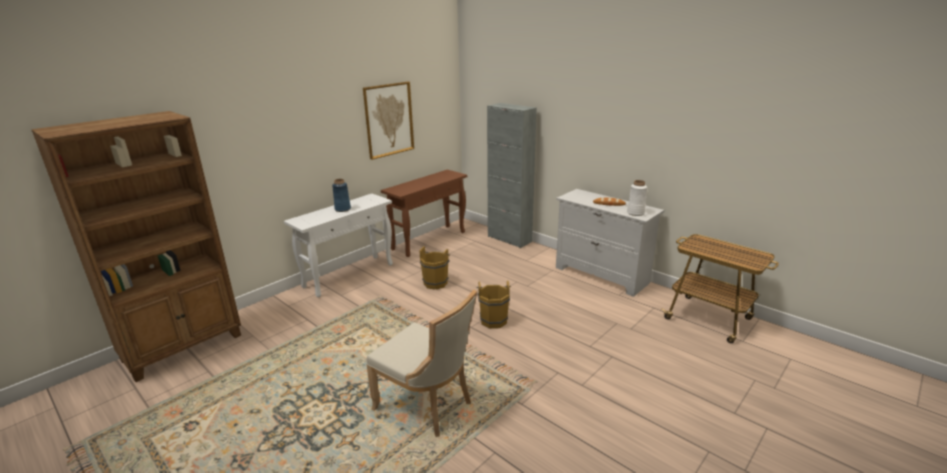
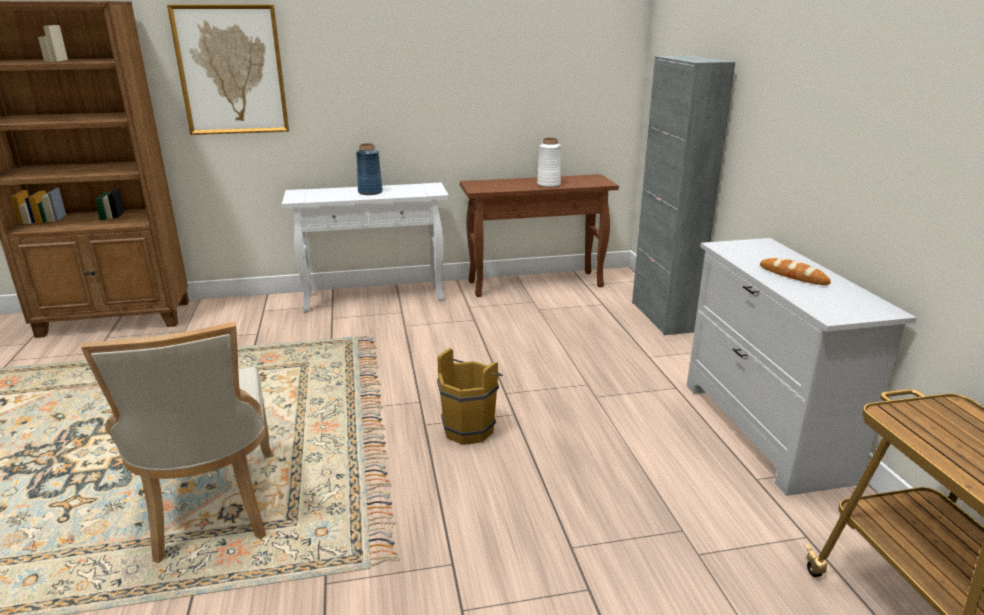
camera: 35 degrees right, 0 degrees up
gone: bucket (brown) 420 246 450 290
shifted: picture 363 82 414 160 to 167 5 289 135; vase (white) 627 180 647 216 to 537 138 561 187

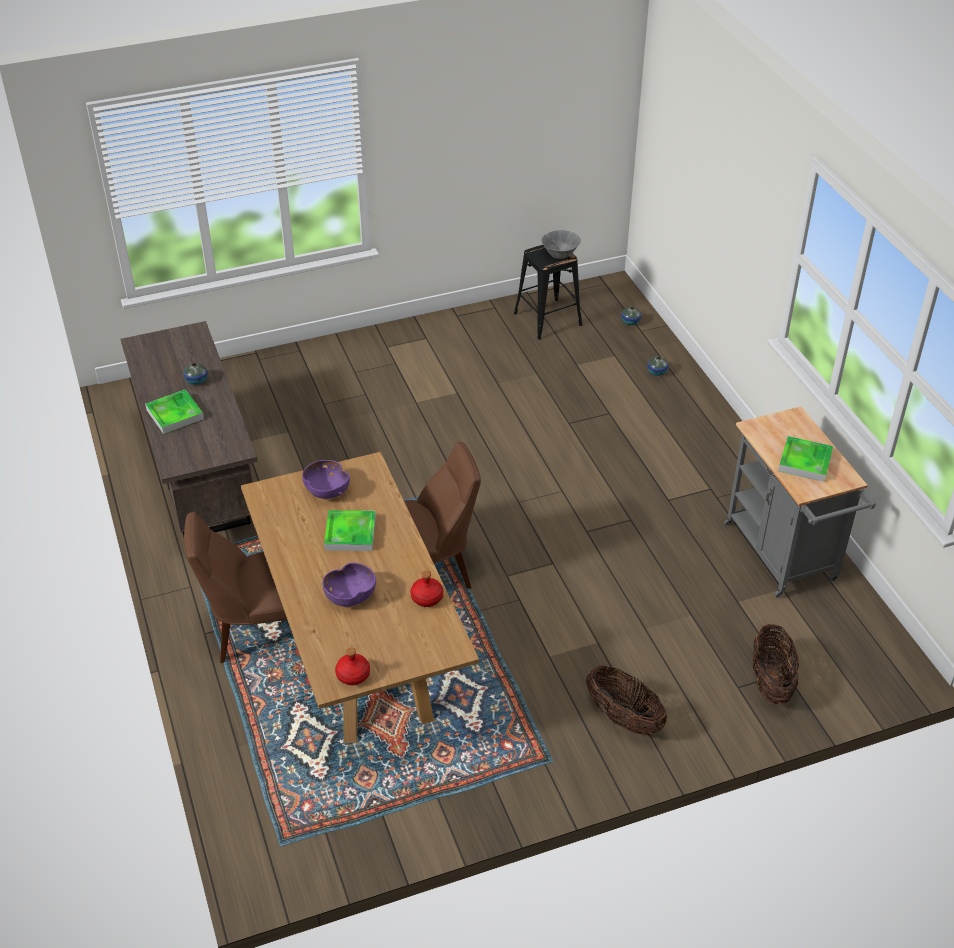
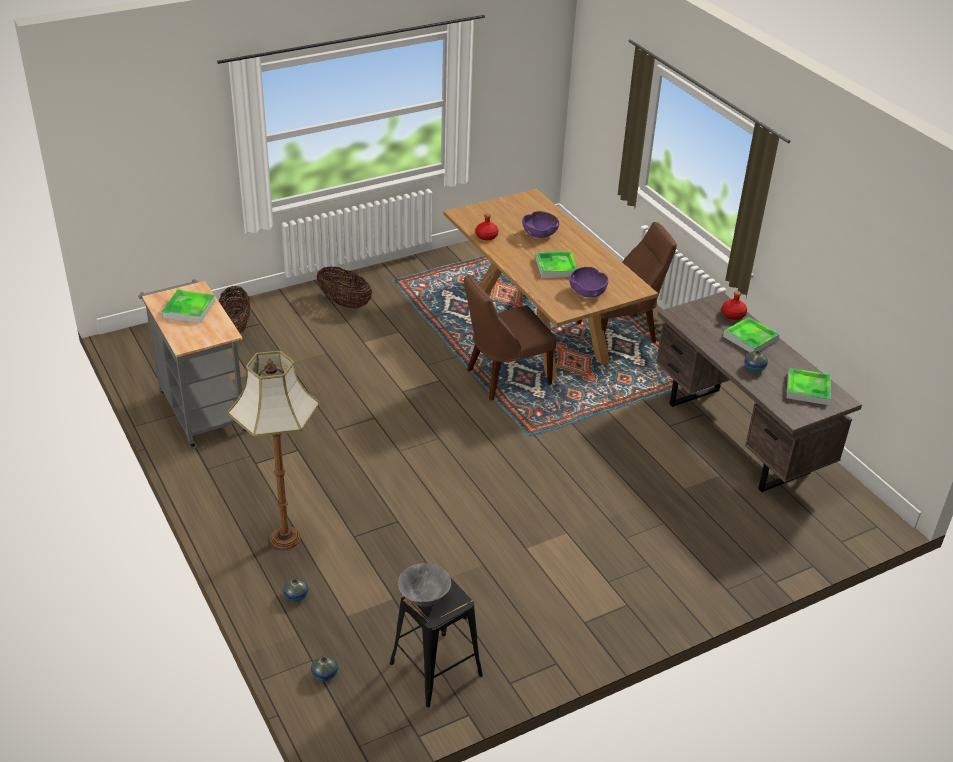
camera: 170 degrees right, 5 degrees down
new: floor lamp 228 351 319 549; tray 786 368 831 405
shifted: bottle (red) 335 648 370 685 to 721 291 747 320

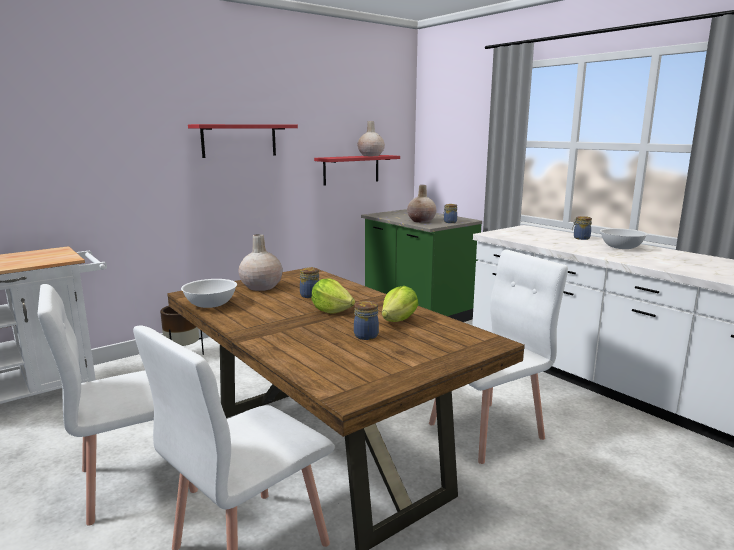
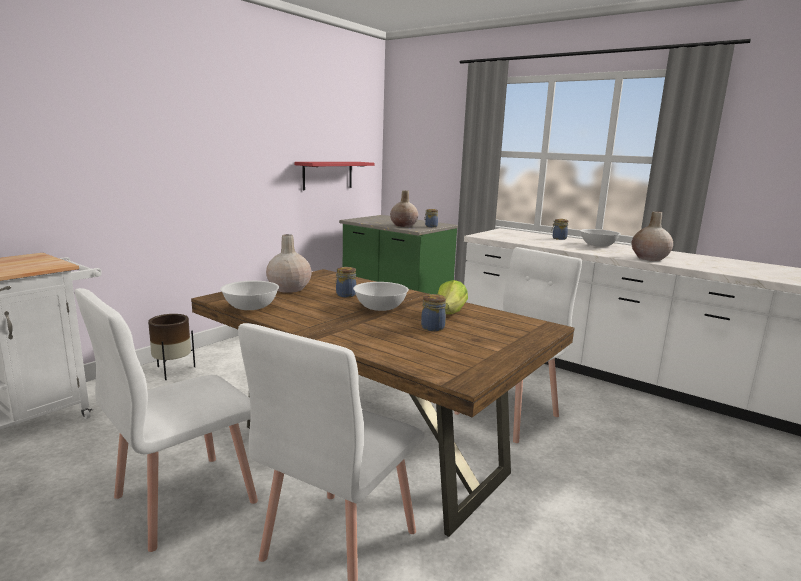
camera: 15 degrees left, 0 degrees up
gone: shelf (red) 188 124 298 158
shifted: vase (beige) 358 121 385 156 to 631 211 673 261
swapped: lettuce 311 278 355 313 to bowl (white) 353 282 409 311

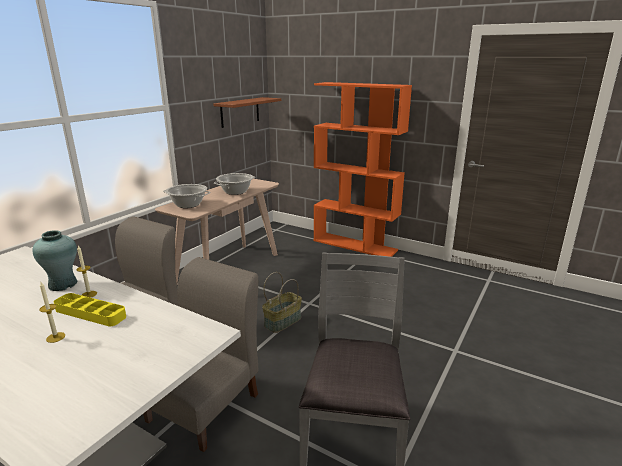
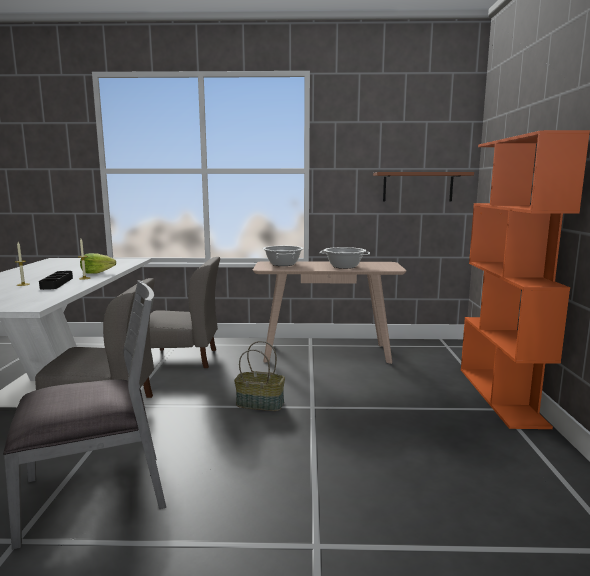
camera: 60 degrees right, 10 degrees down
swapped: vase (turquoise) 32 230 77 291 to lettuce 80 253 116 274
repainted: tray (yellow) 54 293 126 326 to tray (black) 39 271 73 290

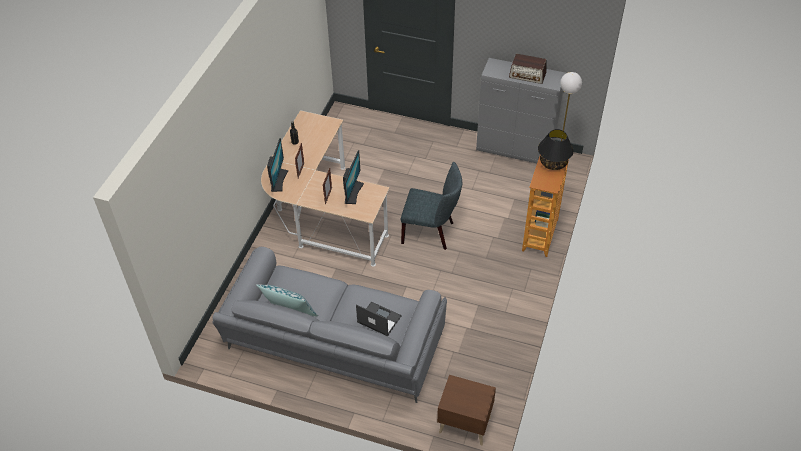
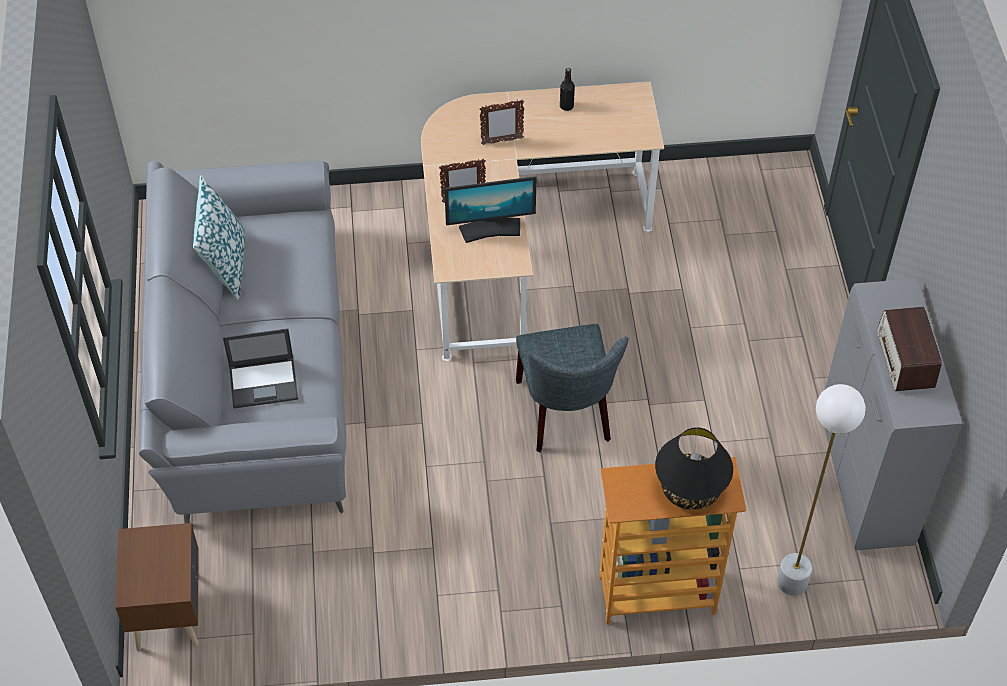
camera: 65 degrees right, 5 degrees up
gone: monitor 267 138 288 192
rotated: laptop 356 302 402 336 = 223 328 298 408 75 degrees clockwise

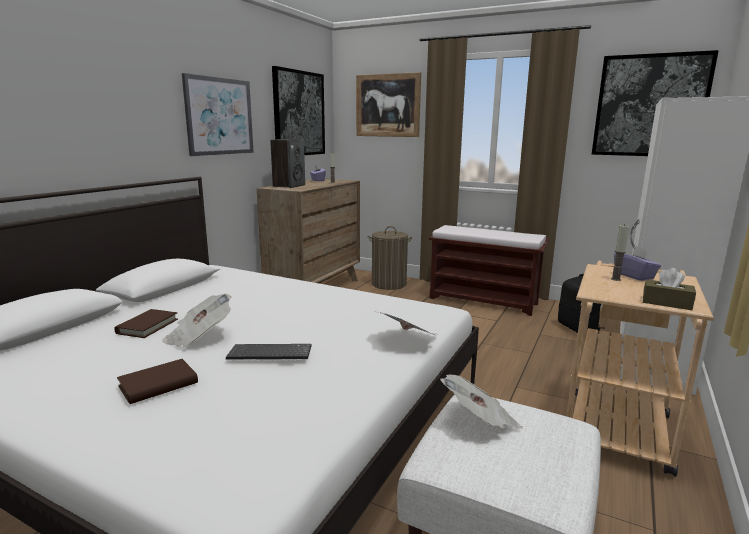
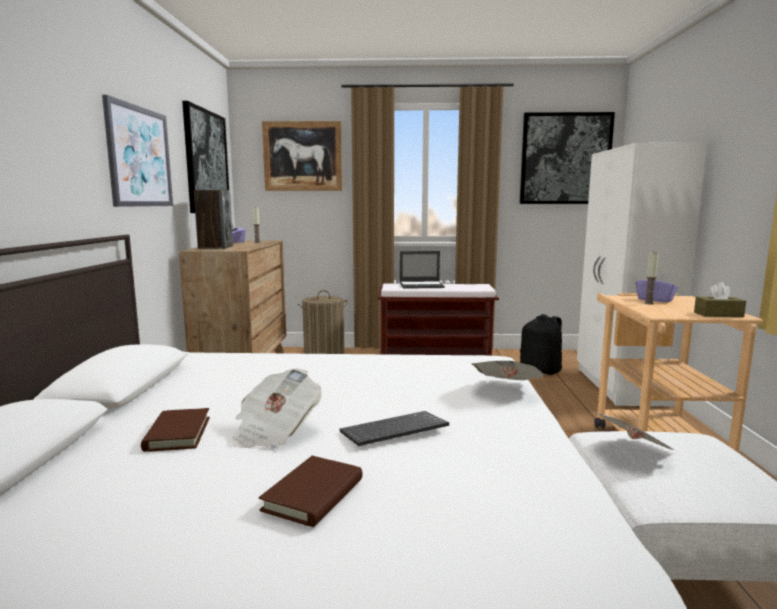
camera: 25 degrees left, 5 degrees down
new: laptop 400 251 445 289

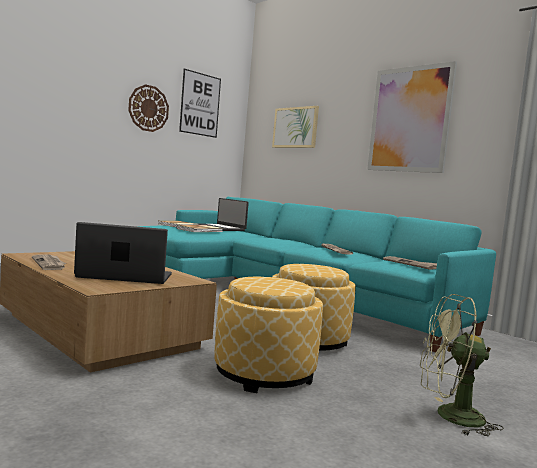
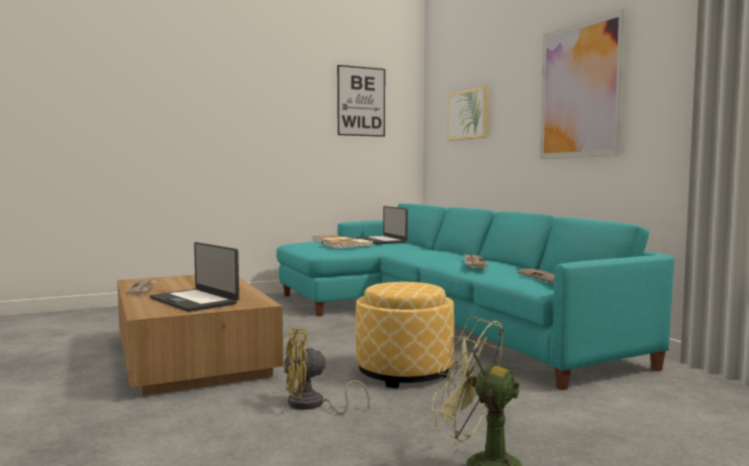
camera: 20 degrees right, 0 degrees up
gone: wall clock 128 84 169 132
swapped: ottoman 214 277 323 393 to fan (yellow) 283 329 370 414
rotated: laptop 74 222 172 284 = 150 242 239 312 150 degrees counterclockwise

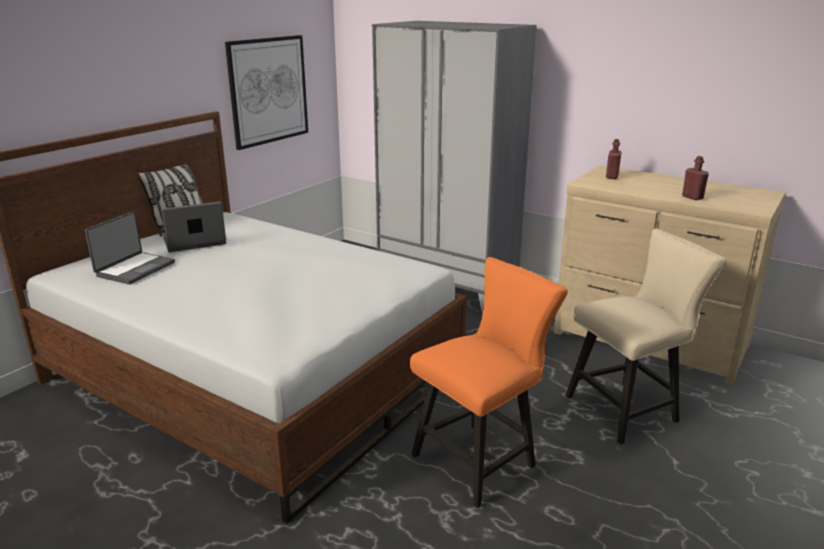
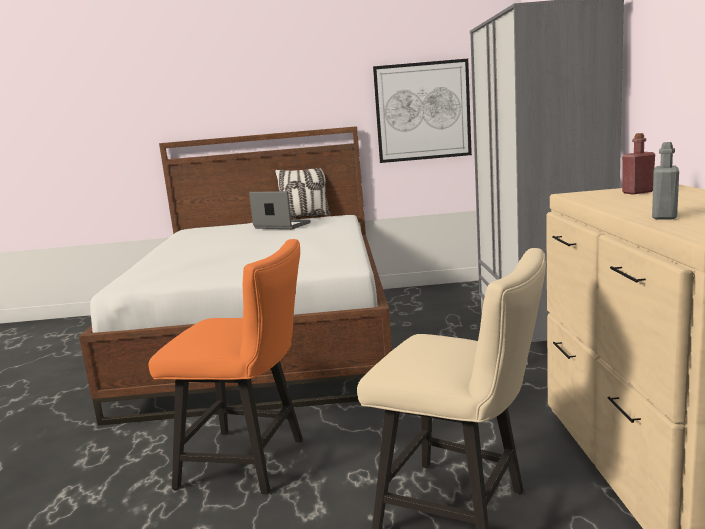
camera: 55 degrees right, 10 degrees down
gone: laptop 85 212 175 284
repainted: bottle (red) 682 156 709 200 to bottle (grey) 652 142 679 219

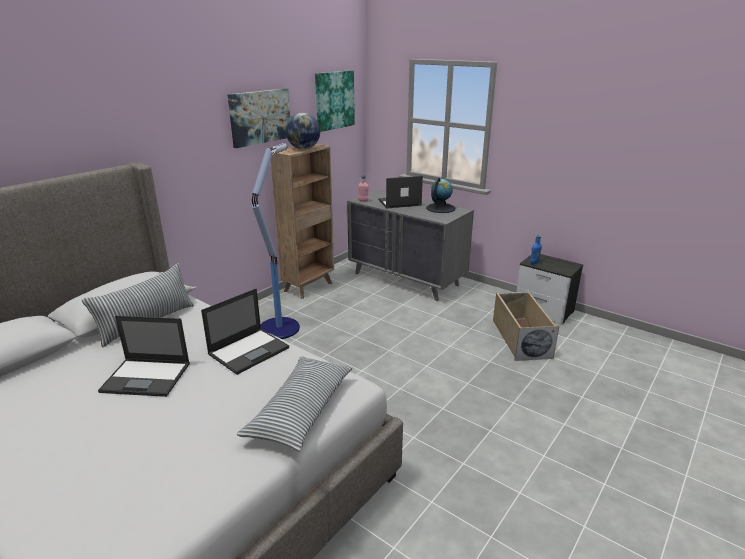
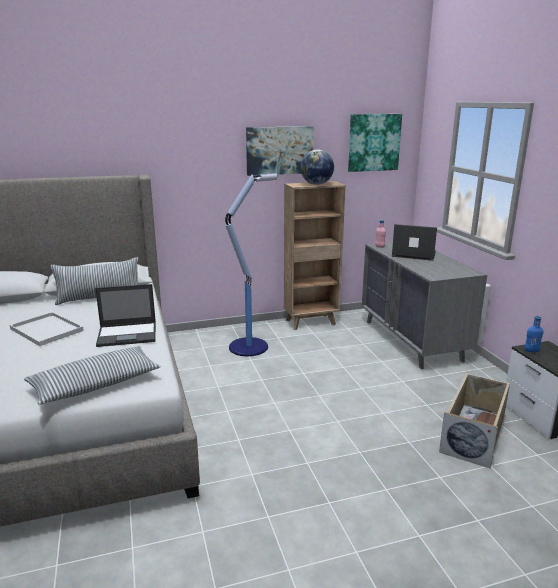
camera: 35 degrees right, 5 degrees down
gone: globe 426 178 455 213
swapped: laptop 98 316 190 397 to tray (white) 10 312 84 346

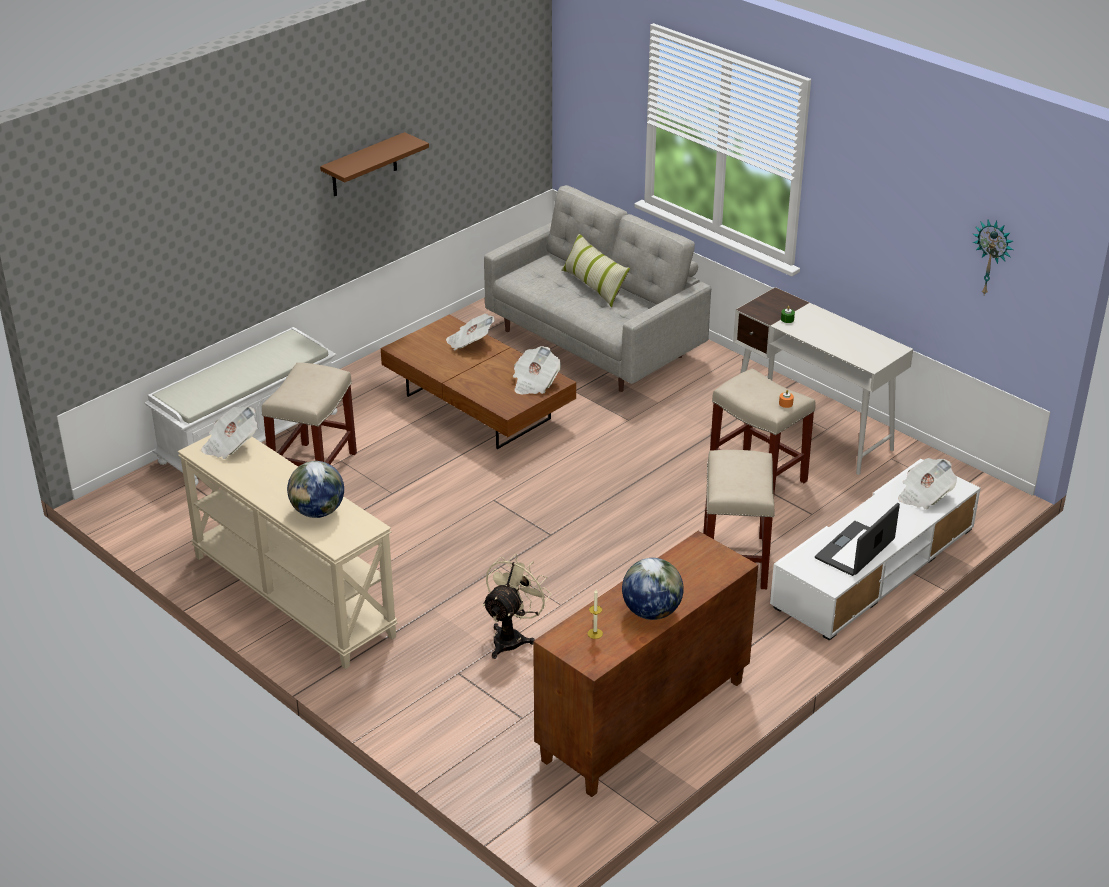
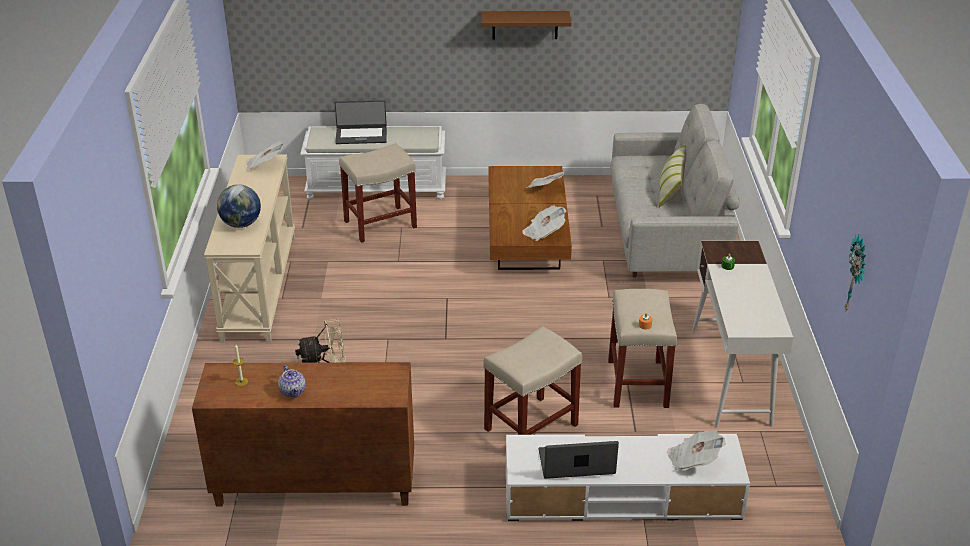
camera: 45 degrees right, 0 degrees up
new: laptop 335 100 387 144
swapped: globe 622 558 684 620 to teapot 278 365 306 398

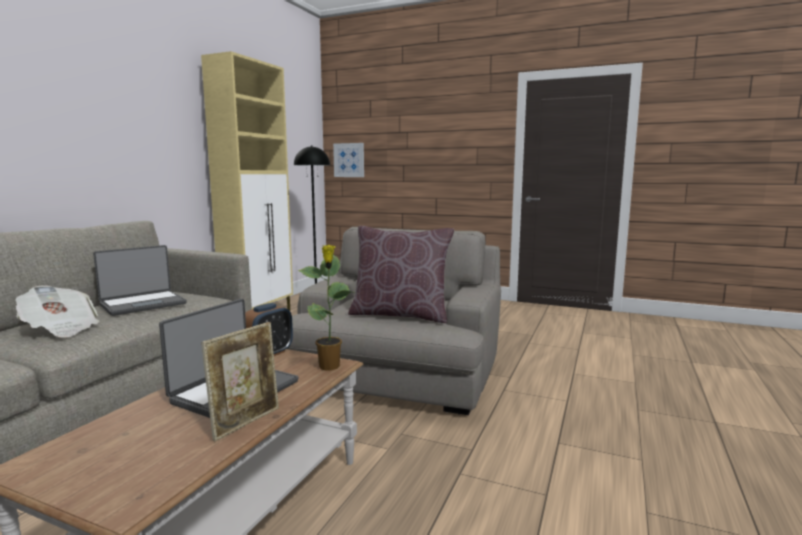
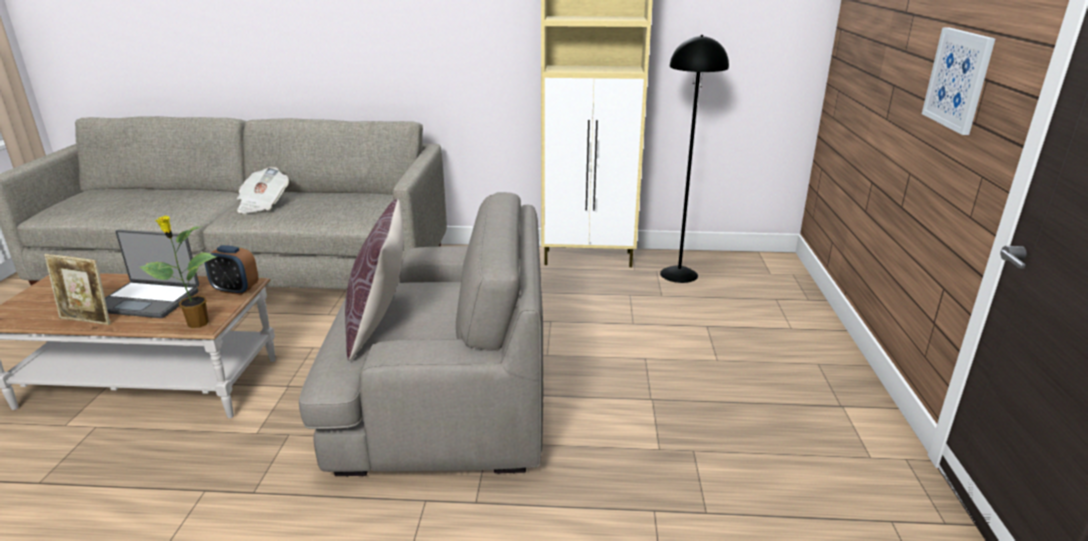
camera: 70 degrees right, 15 degrees up
gone: laptop 93 245 186 316
shifted: picture 333 143 364 177 to 922 27 995 135

